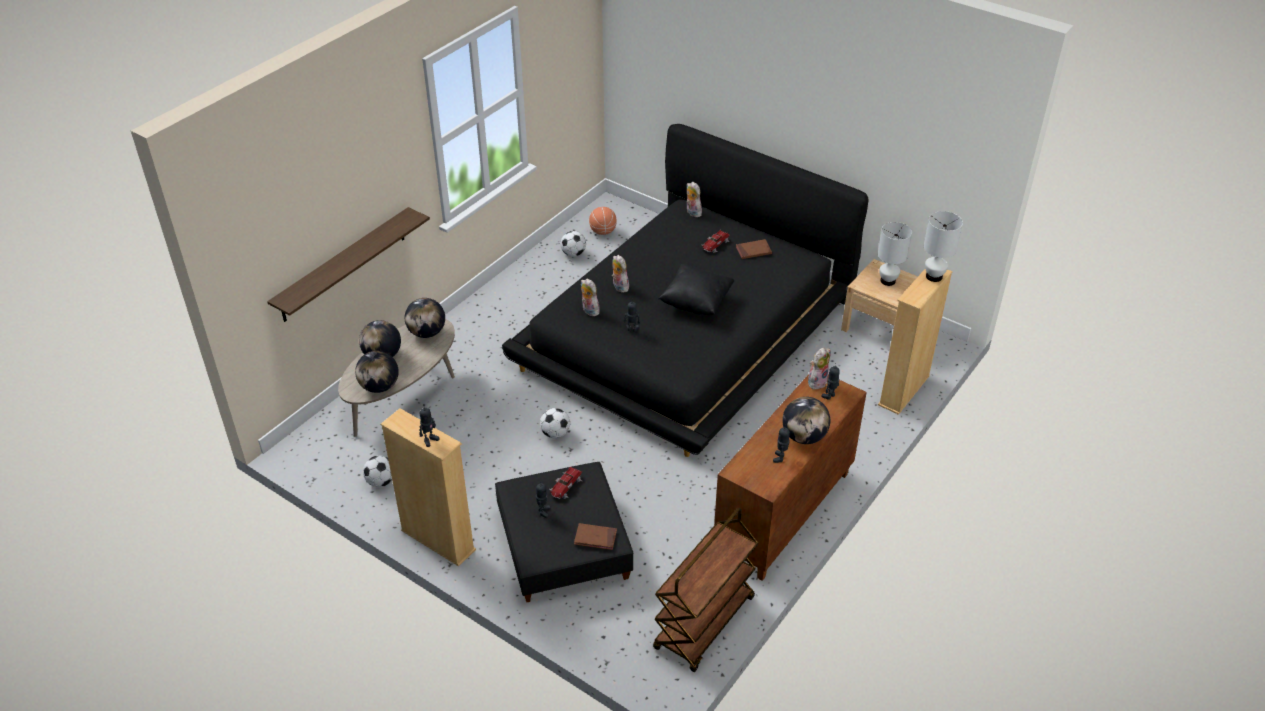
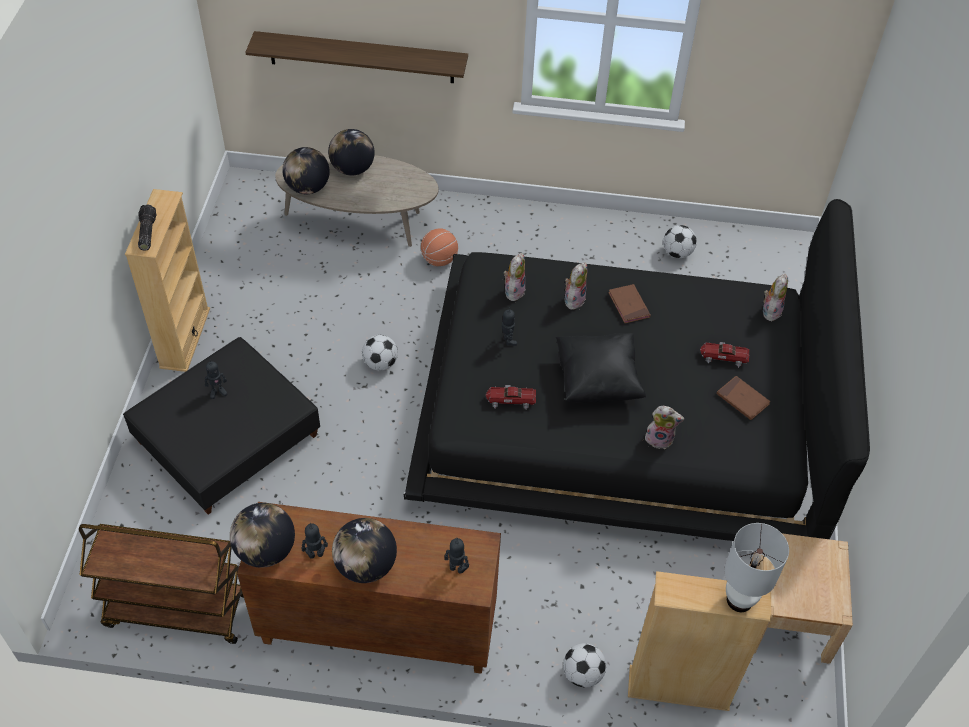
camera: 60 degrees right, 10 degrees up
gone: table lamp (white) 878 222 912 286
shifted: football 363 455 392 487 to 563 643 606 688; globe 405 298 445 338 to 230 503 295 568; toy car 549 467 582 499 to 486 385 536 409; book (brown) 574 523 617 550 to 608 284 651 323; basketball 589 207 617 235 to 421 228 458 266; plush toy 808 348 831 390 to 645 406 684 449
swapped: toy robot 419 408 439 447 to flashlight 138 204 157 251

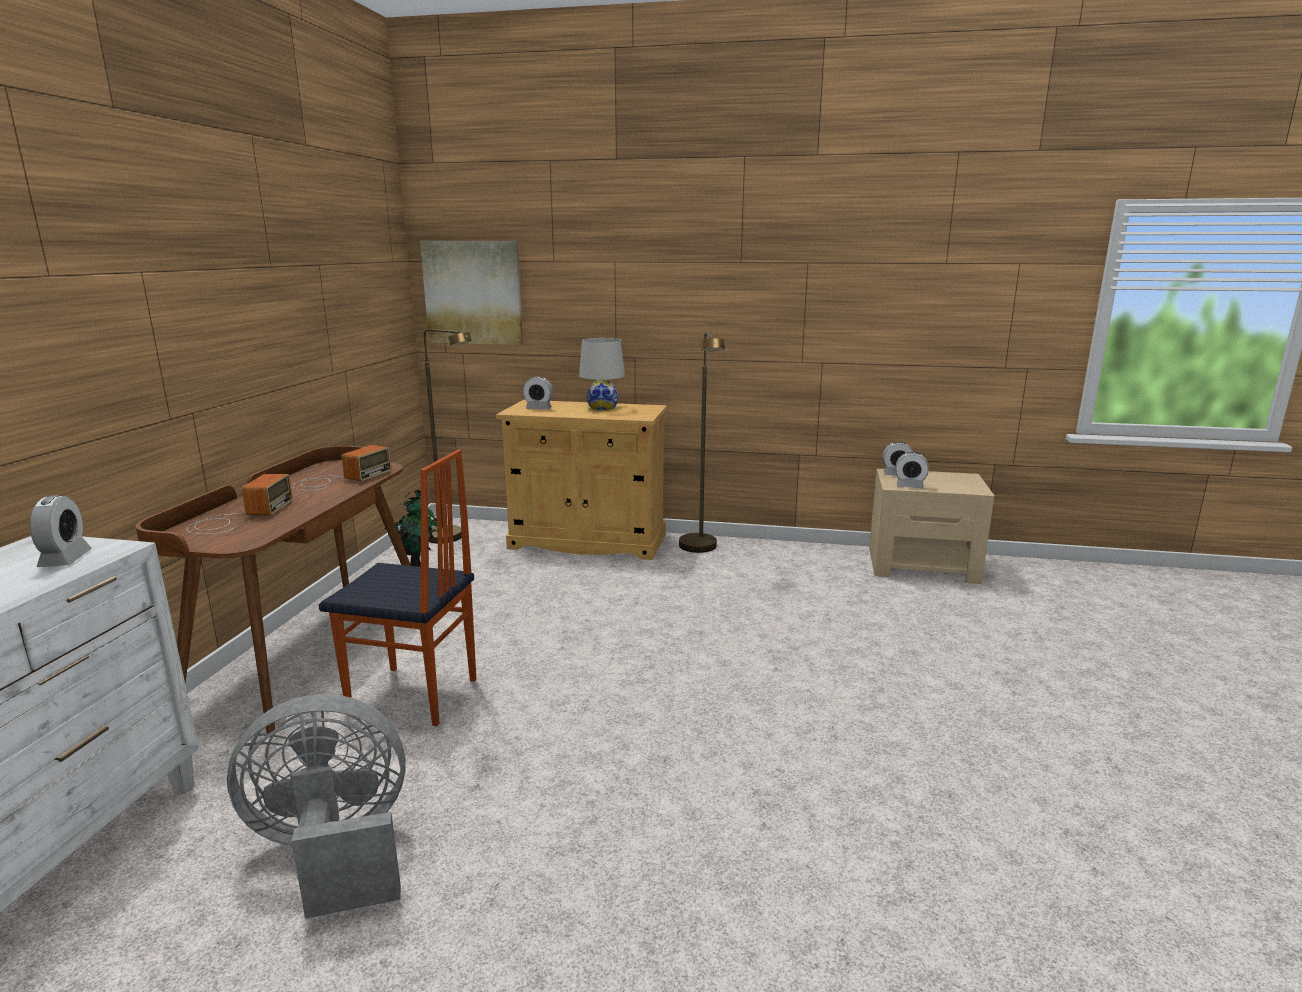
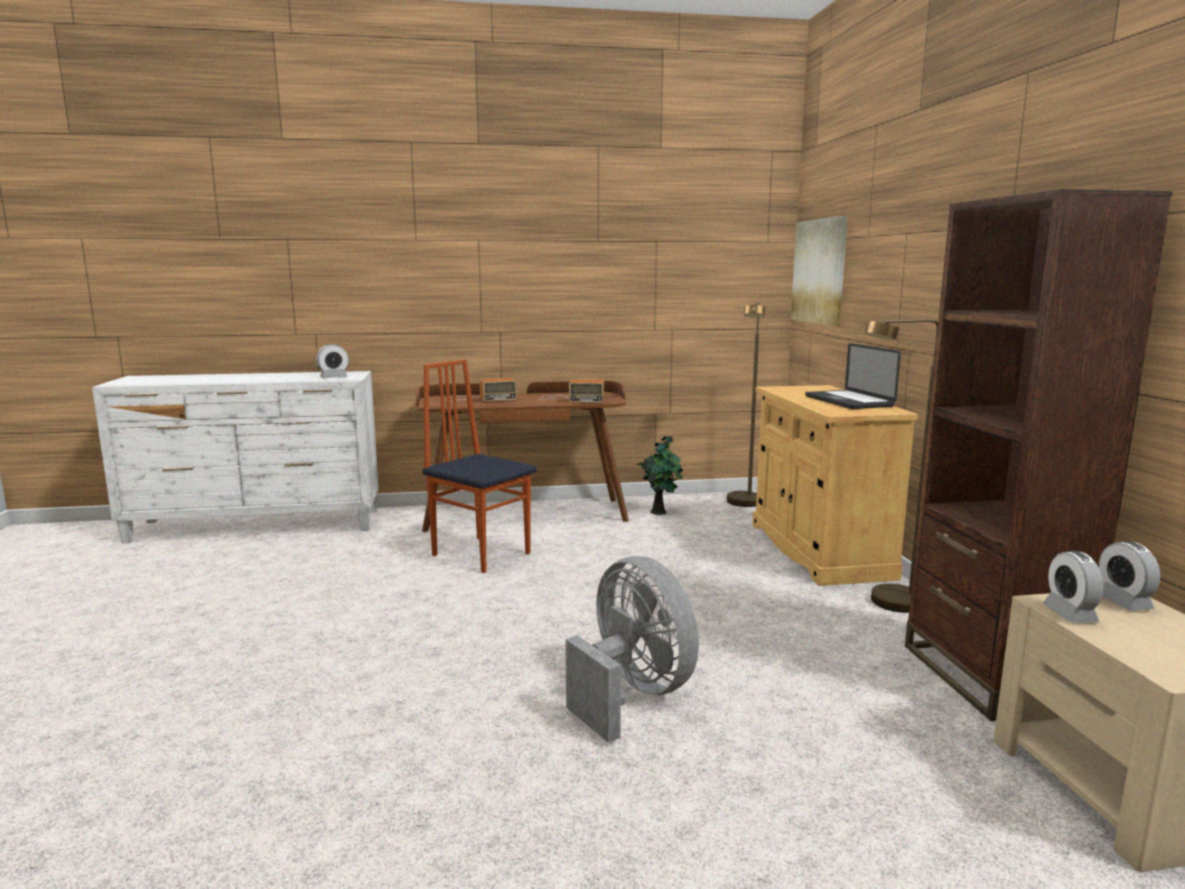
camera: 70 degrees right, 5 degrees down
gone: alarm clock 523 376 553 410
new: bookcase (brown) 905 189 1173 721
shifted: fan (grey) 227 694 406 919 to 566 556 699 743
swapped: table lamp (white) 579 338 625 410 to laptop 805 343 901 409
rotated: chair 319 449 476 726 = 422 360 537 573 135 degrees clockwise

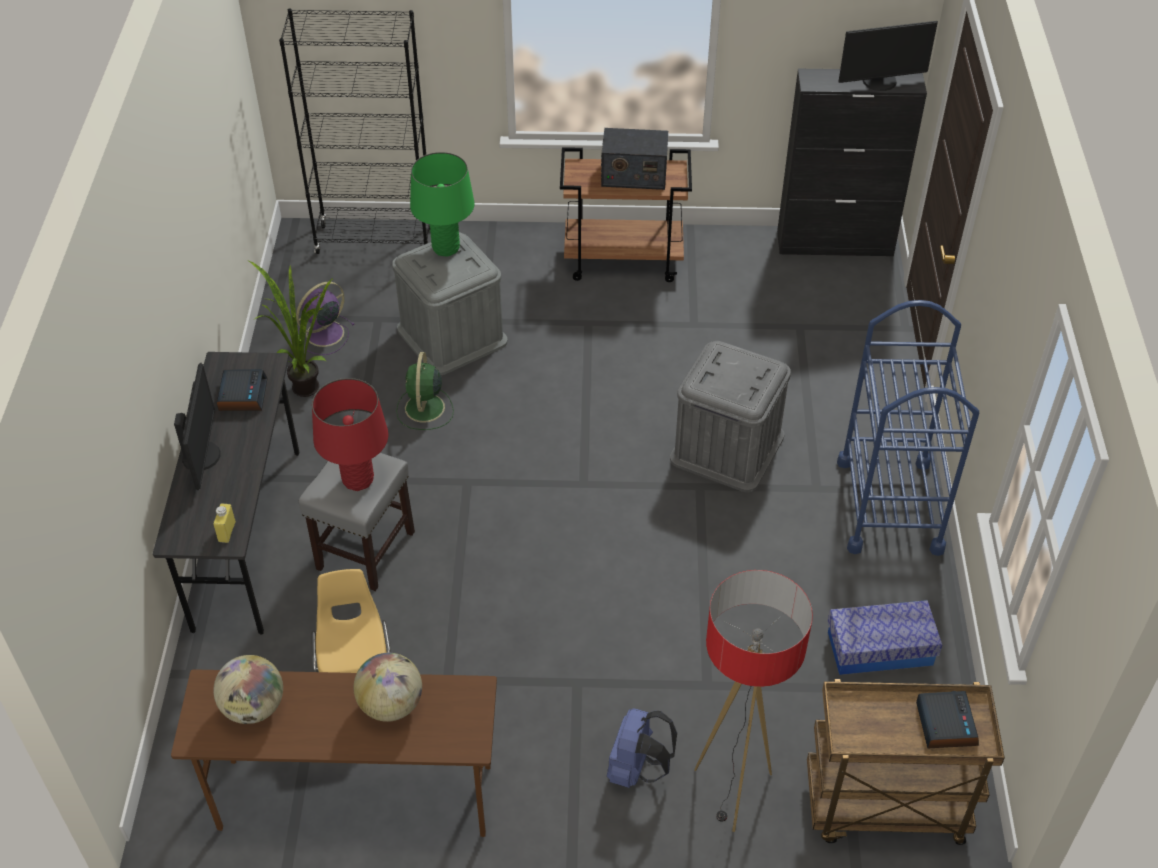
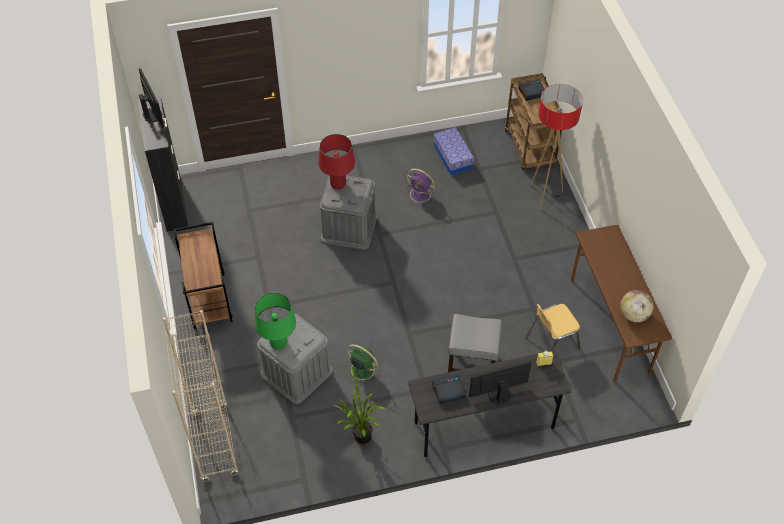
camera: 105 degrees left, 5 degrees up
gone: globe 354 653 422 722; radio 601 128 668 190; backpack (blue) 607 709 677 788; cart (blue) 837 300 979 556
shifted: fan (purple) 296 281 355 355 to 405 169 437 207; table lamp (red) 312 378 388 491 to 319 134 355 190
repainted: bookcase (black) 279 9 430 254 to bookcase (beige) 163 310 239 482
rotated: fan (green) 396 352 454 430 = 344 344 381 383 135 degrees counterclockwise

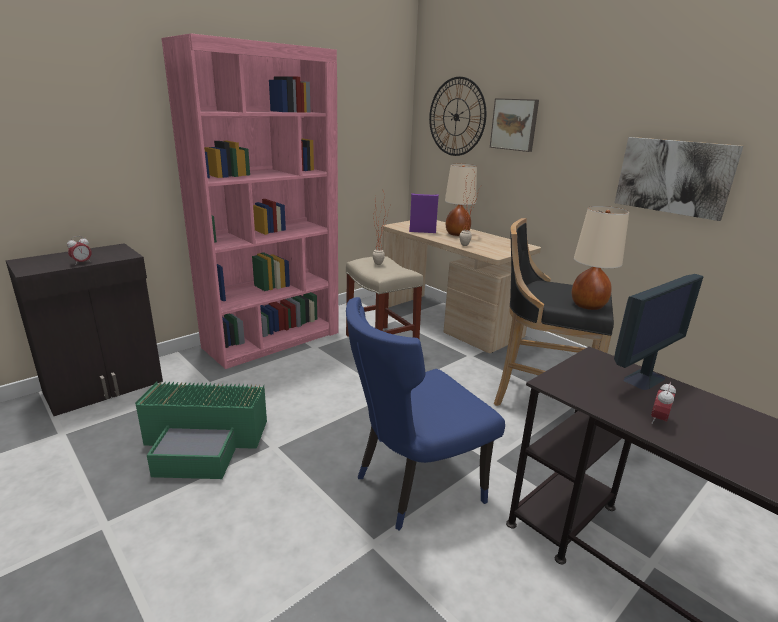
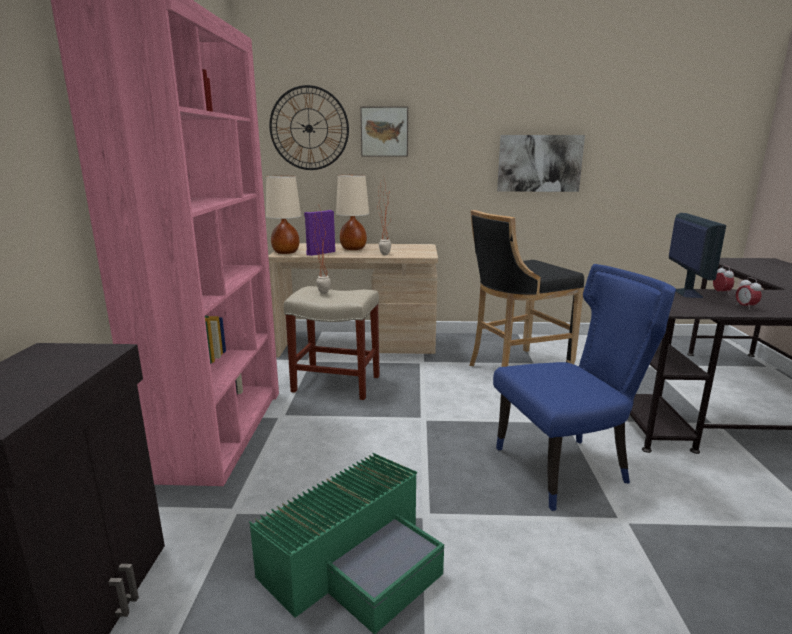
camera: 45 degrees left, 5 degrees down
shifted: alarm clock 67 236 91 264 to 713 265 734 295; table lamp (beige) 572 206 629 310 to 266 176 301 254
rotated: chair (blue) 346 297 505 530 = 493 264 676 511 120 degrees counterclockwise

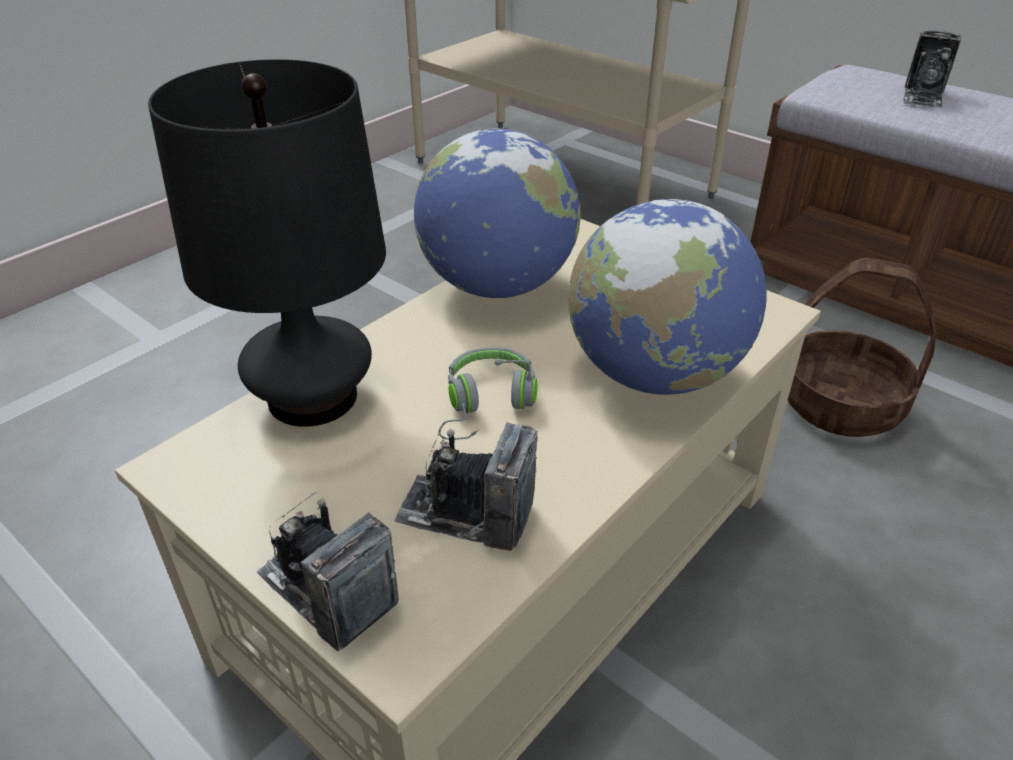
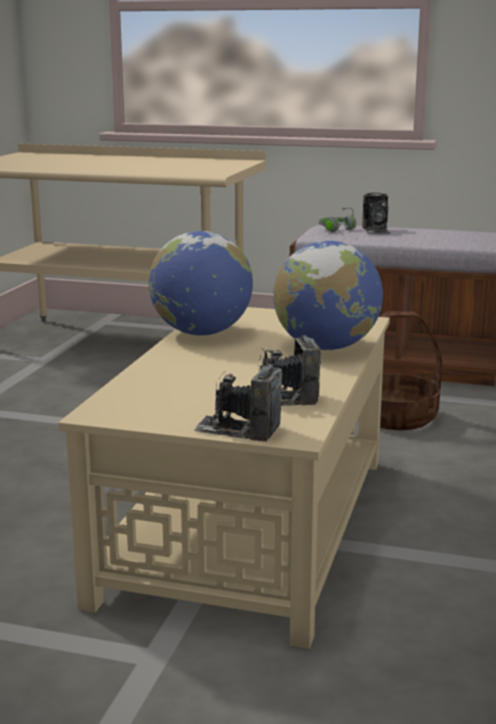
camera: 25 degrees left, 20 degrees down
gone: table lamp (black) 148 59 386 427
shifted: headphones (grey) 439 347 537 440 to 319 207 356 232

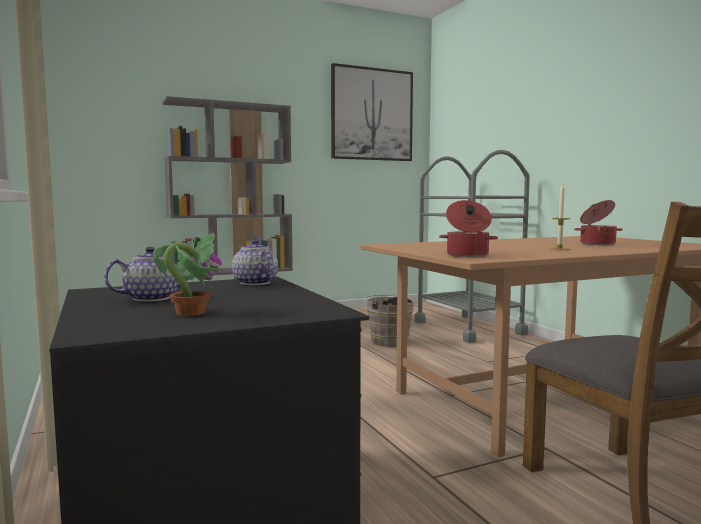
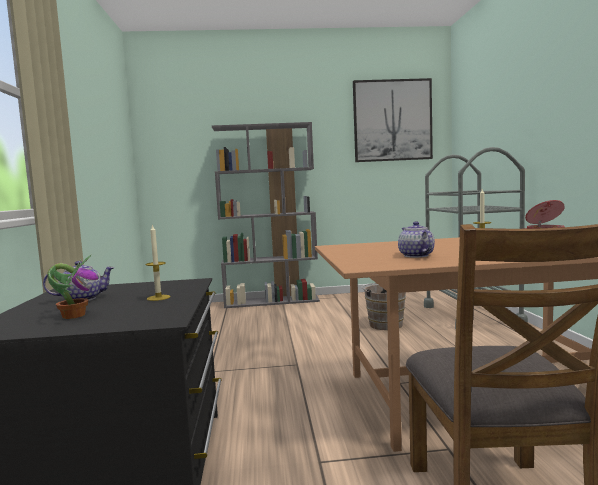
camera: 20 degrees right, 0 degrees up
gone: cooking pot 439 200 498 257
new: candle 145 224 171 301
shifted: teapot 232 239 278 285 to 398 221 435 258

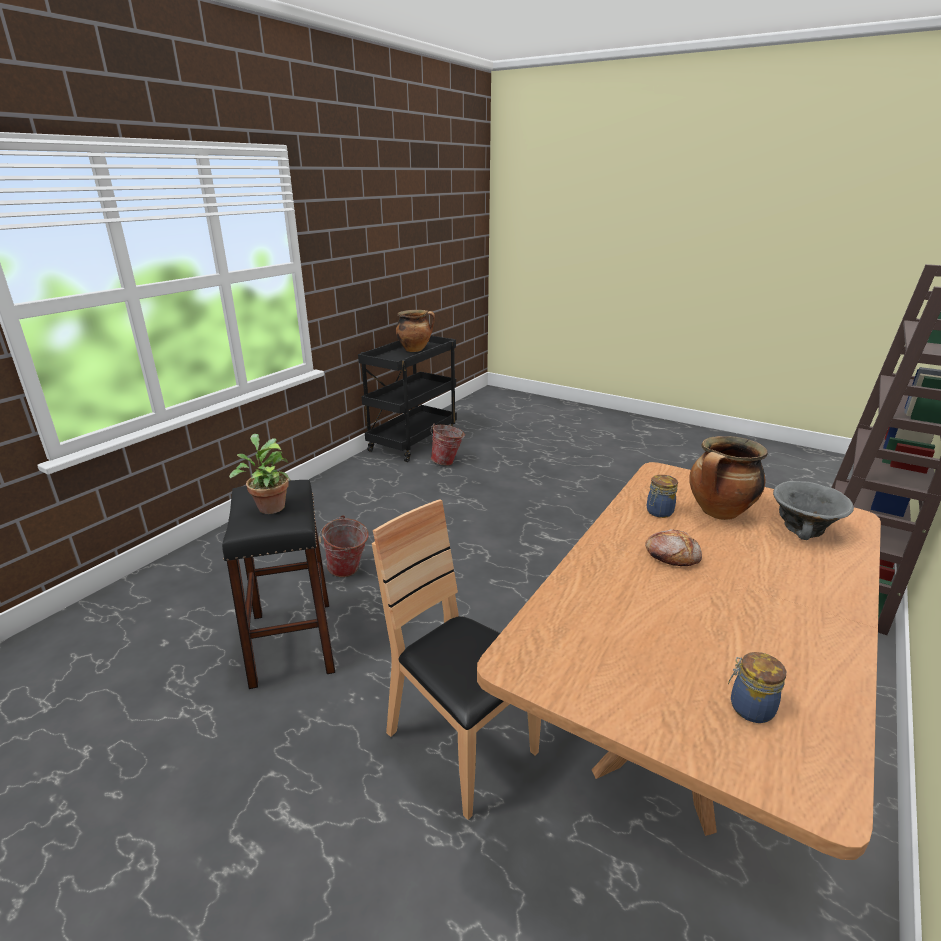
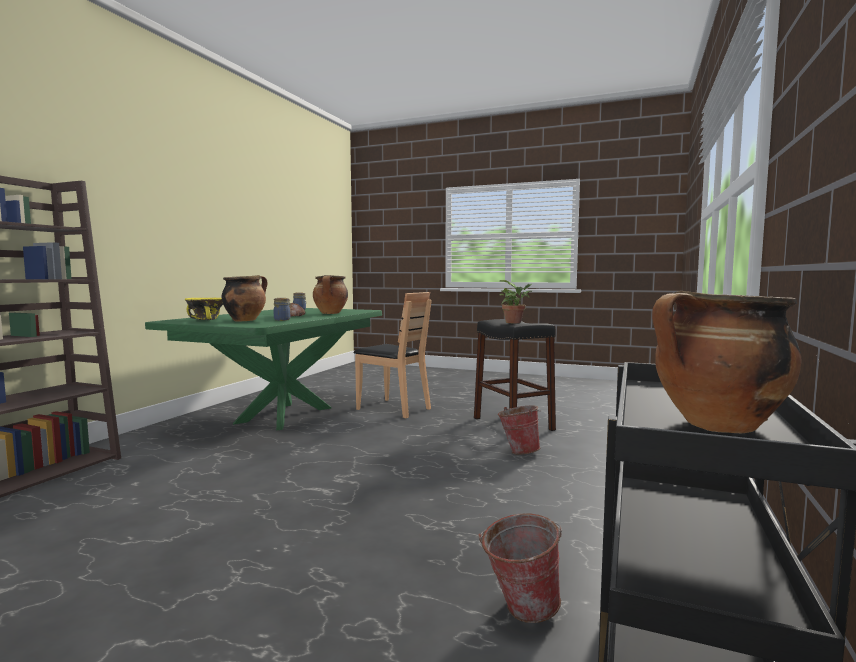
camera: 170 degrees right, 20 degrees down
new: cooking pot 313 275 348 314
repainted: dining table (brown) 477 462 881 860 to dining table (green) 145 308 382 430; bowl (grey) 773 481 854 540 to bowl (yellow) 184 298 223 320

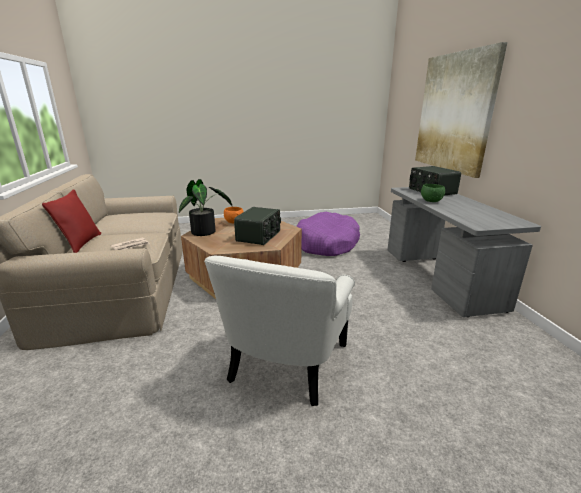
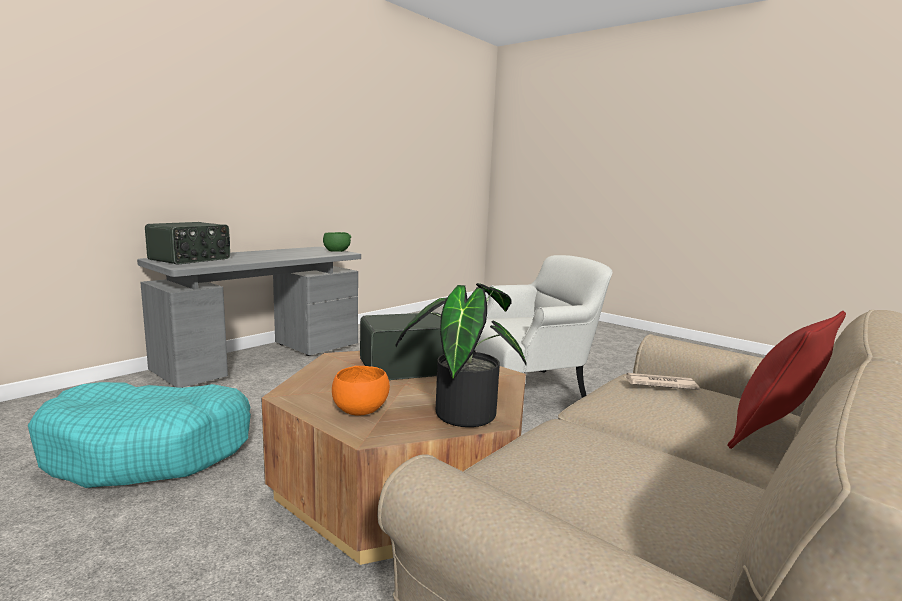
camera: 130 degrees left, 10 degrees down
gone: picture 415 42 508 178
shifted: bowl (green) 421 184 445 202 to 323 232 351 252
repainted: dog bed (purple) 296 212 360 256 to dog bed (turquoise) 28 382 251 488

